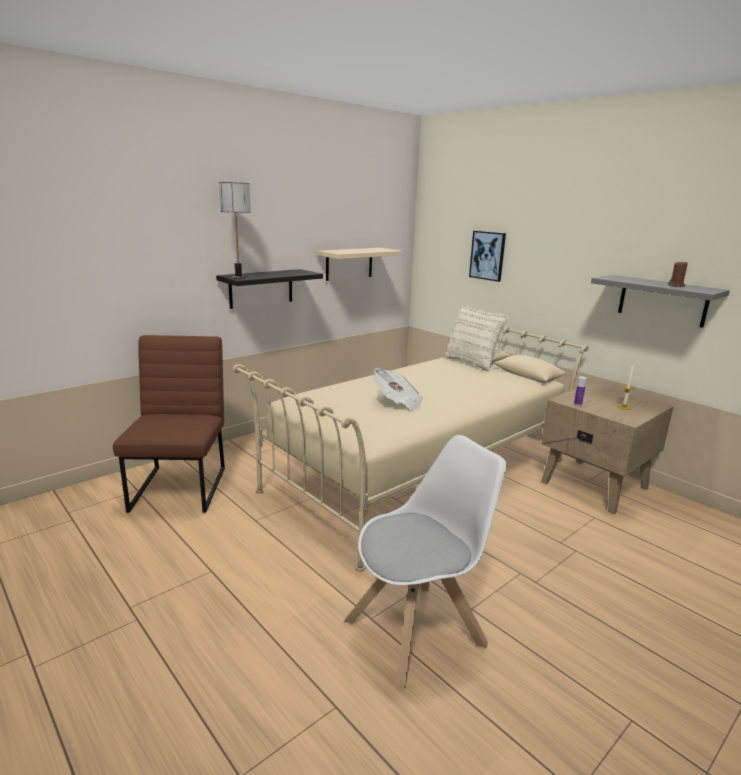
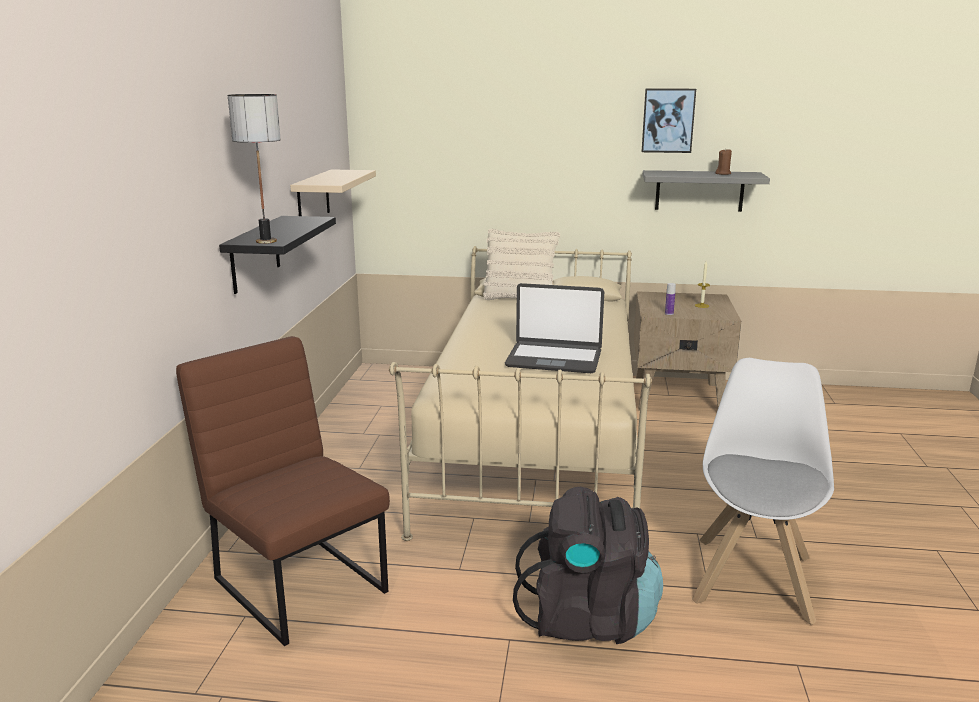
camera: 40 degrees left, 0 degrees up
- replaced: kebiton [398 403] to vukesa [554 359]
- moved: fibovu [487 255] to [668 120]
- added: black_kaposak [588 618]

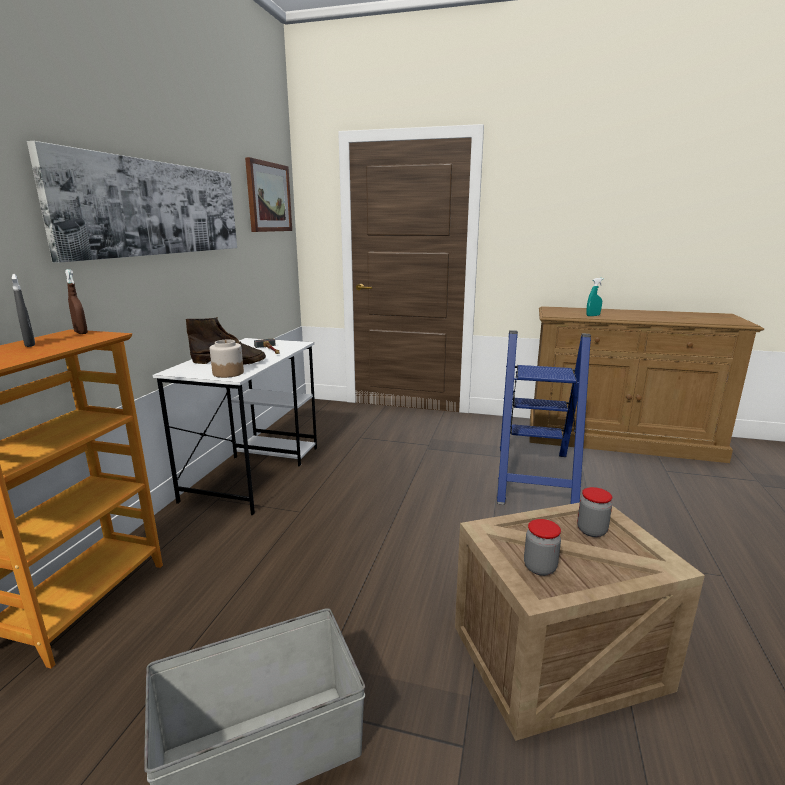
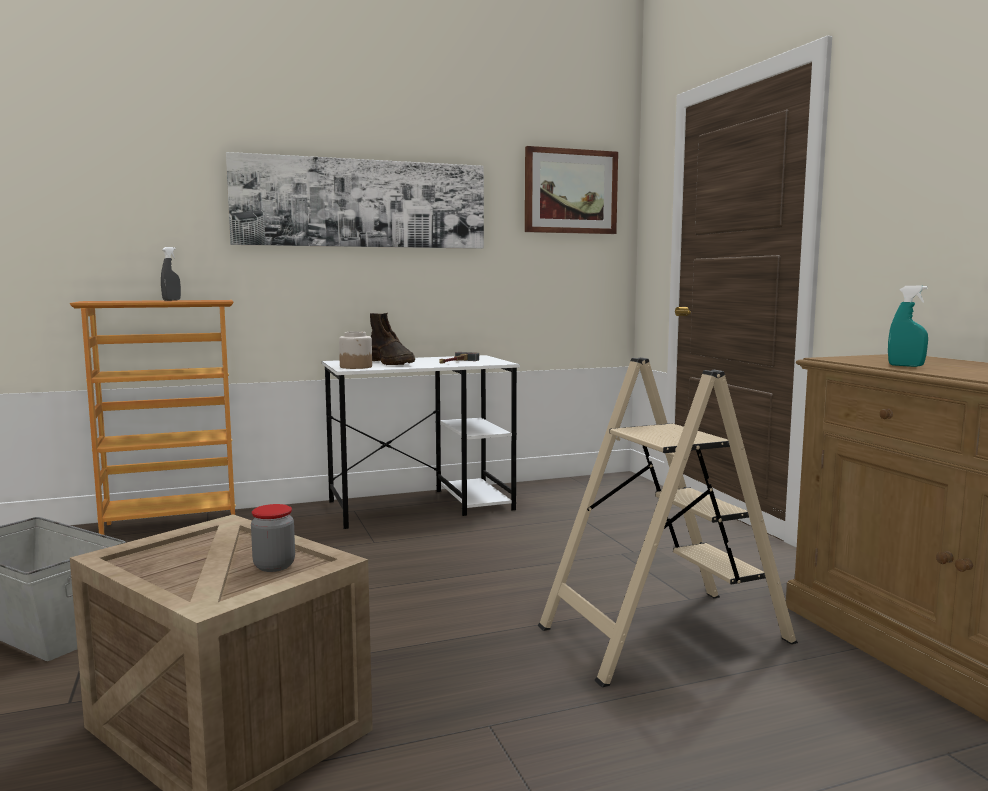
camera: 55 degrees right, 10 degrees down
- removed: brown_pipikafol [81 333]
- recoloured: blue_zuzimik [534 478] to beige_zuzimik [661 634]
- removed: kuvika [540 567]

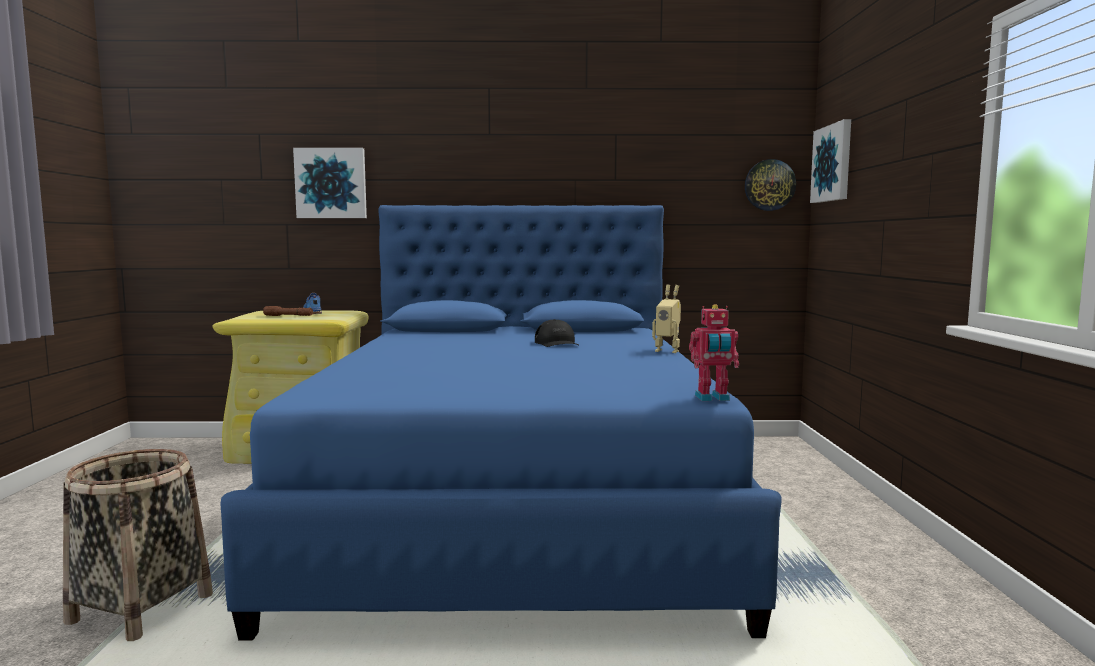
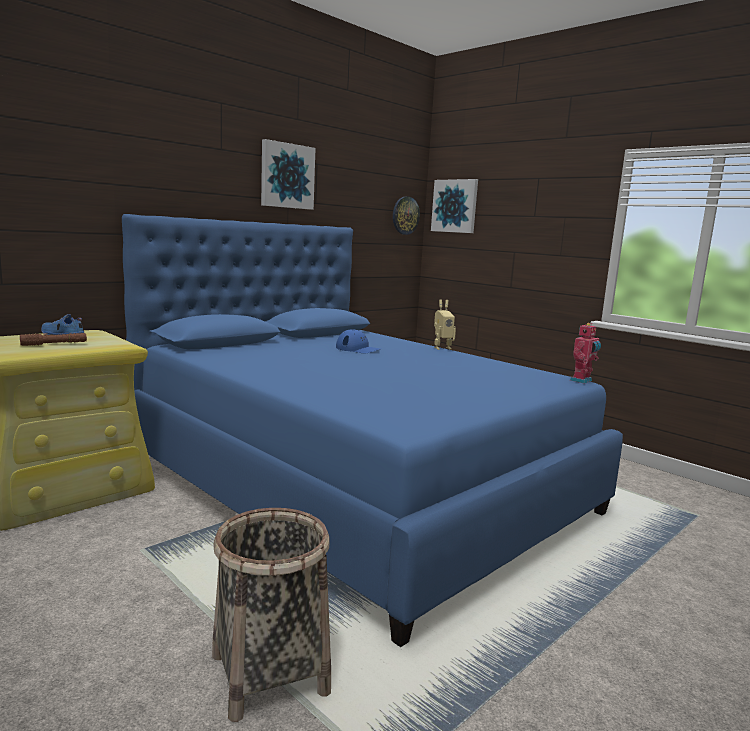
camera: 45 degrees left, 5 degrees up
- moved: fibovu [331 183] to [287 176]
- recoloured: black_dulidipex [557 343] to blue_dulidipex [358 349]

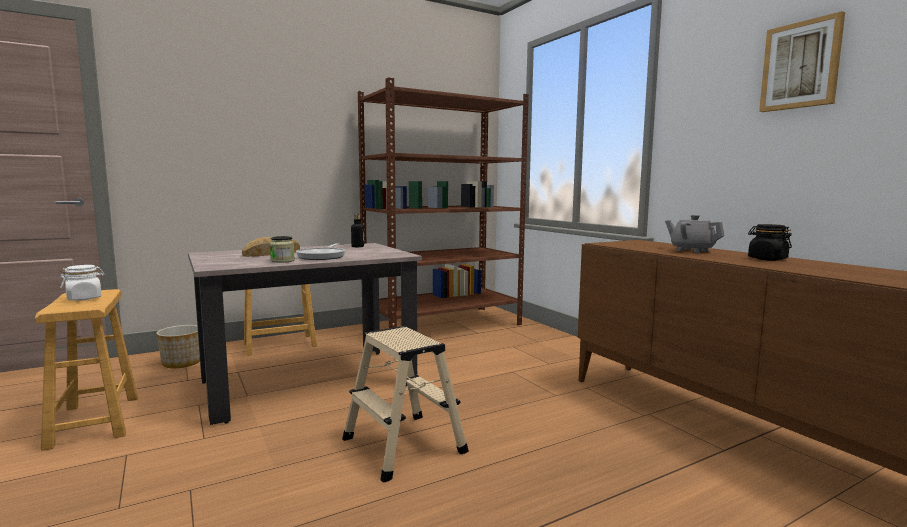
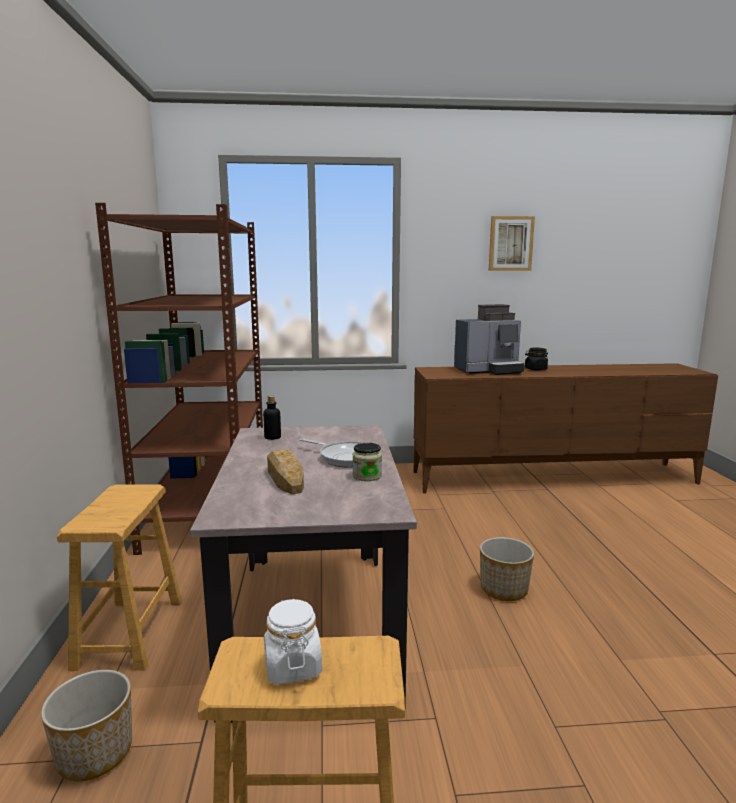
camera: 65 degrees left, 5 degrees up
- replaced: beige_zuzimik [404 445] to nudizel [504 589]
- replaced: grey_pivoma [692 250] to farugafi [489 371]

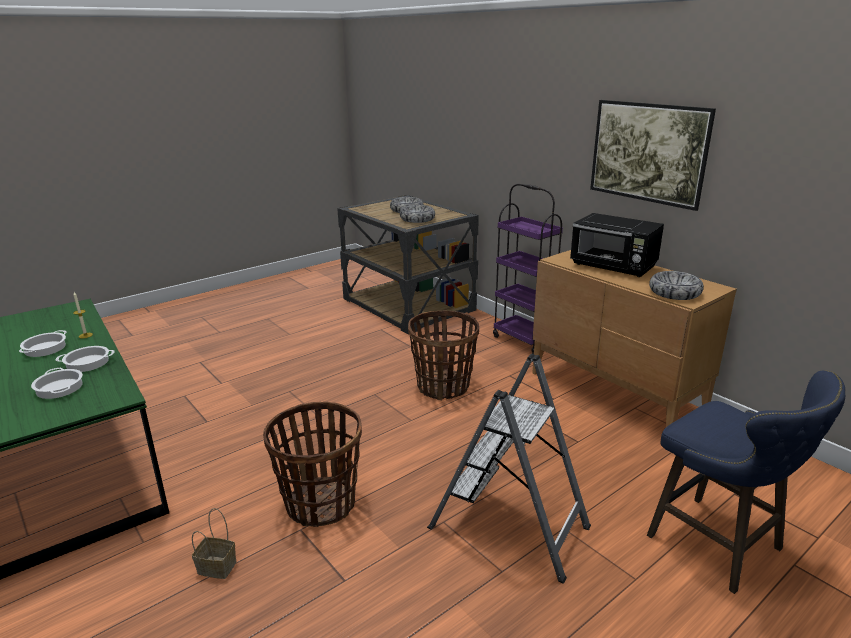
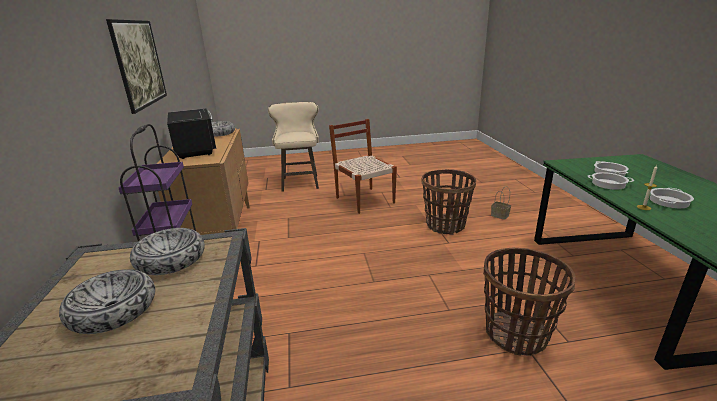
camera: 150 degrees left, 0 degrees up
- moved: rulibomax [443 386] to [516 333]
- replaced: grey_zuzimik [510 527] to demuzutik [364 200]
- recoloured: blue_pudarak [720 546] to beige_pudarak [300 182]

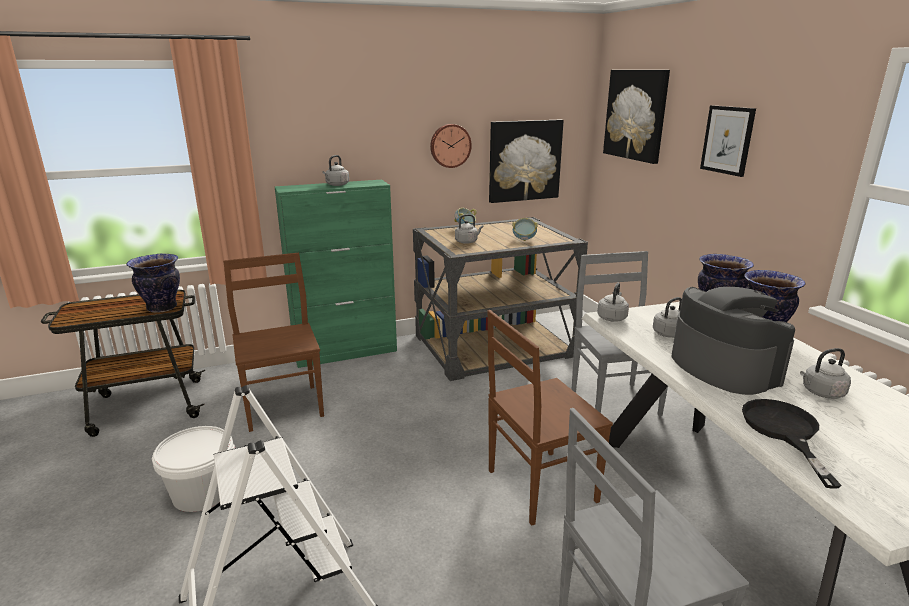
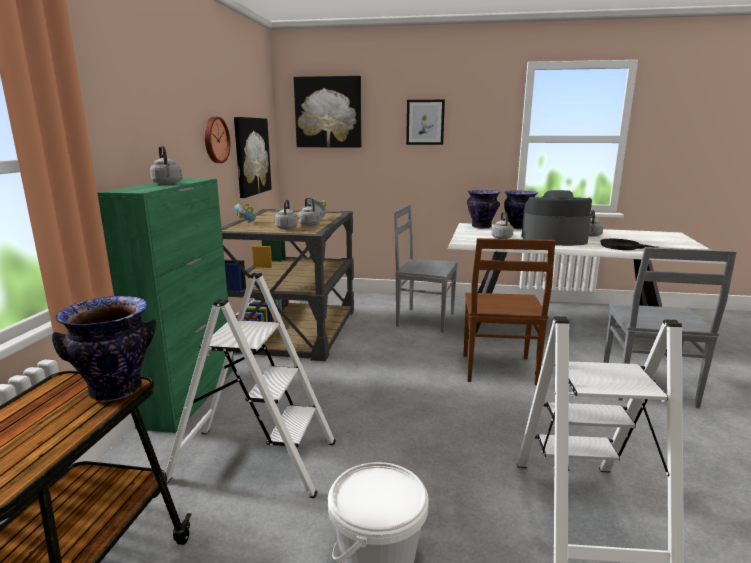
camera: 60 degrees left, 5 degrees down
- replaced: brown_demuzutik [283 406] to white_zuzimik [252 459]
- moved: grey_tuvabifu [612 317] to [309 224]

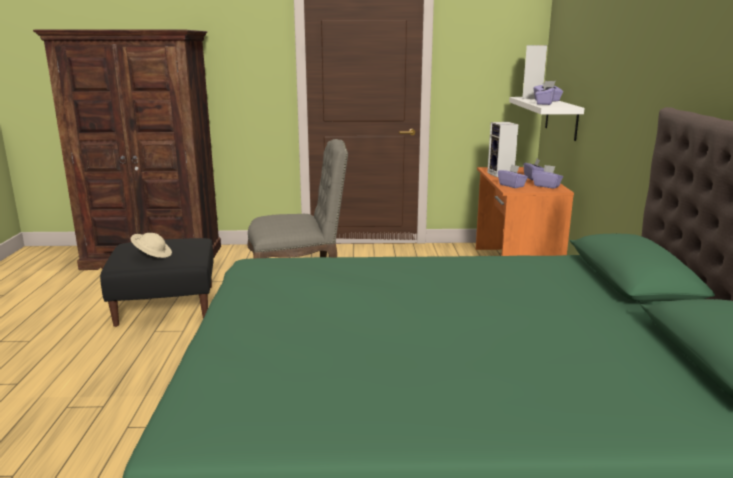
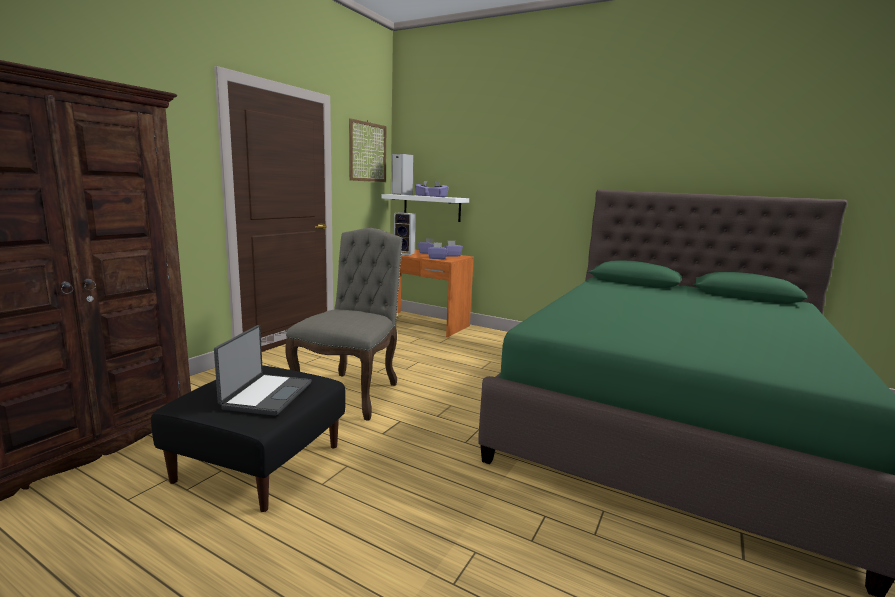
camera: 60 degrees left, 5 degrees down
- replaced: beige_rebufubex [152 255] to vukesa [266 395]
- added: fibovu [367 151]

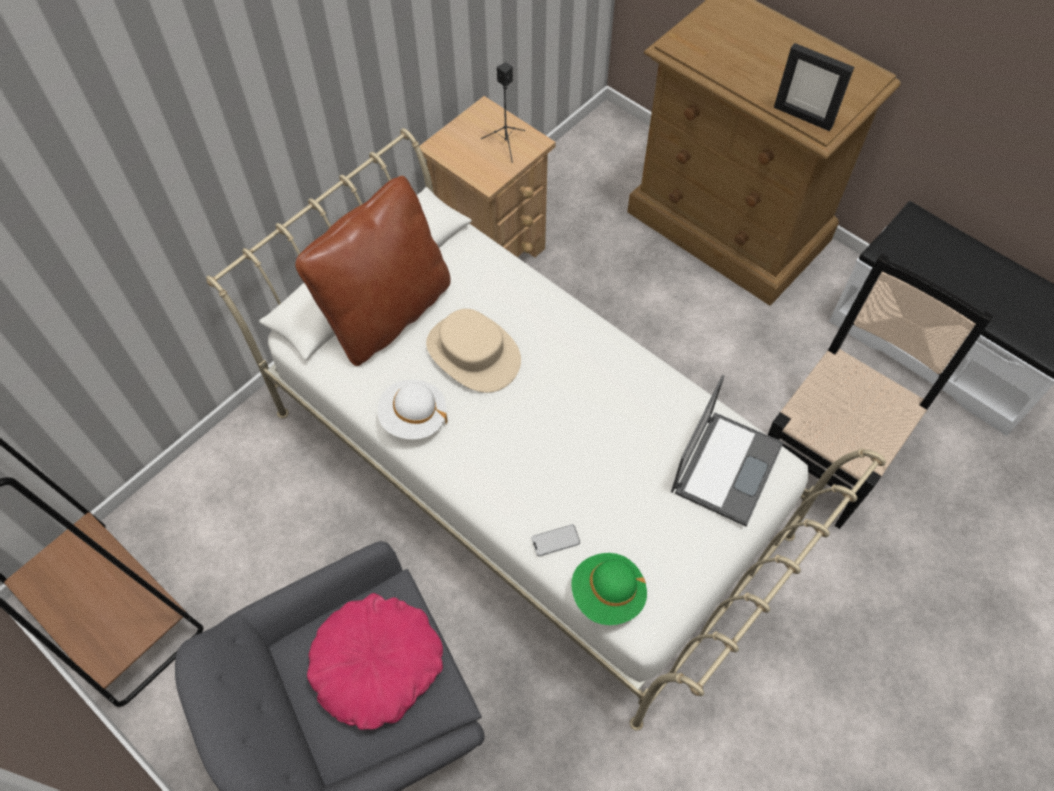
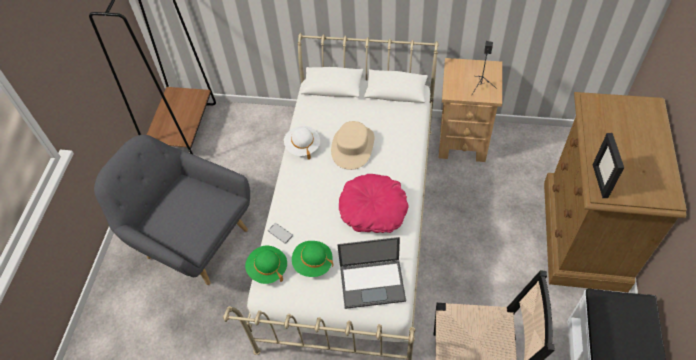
camera: 60 degrees right, 5 degrees down
- removed: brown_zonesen [387 312]
- moved: pink_zonesen [376 663] to [373 209]
- added: green_rebufubex [313 263]

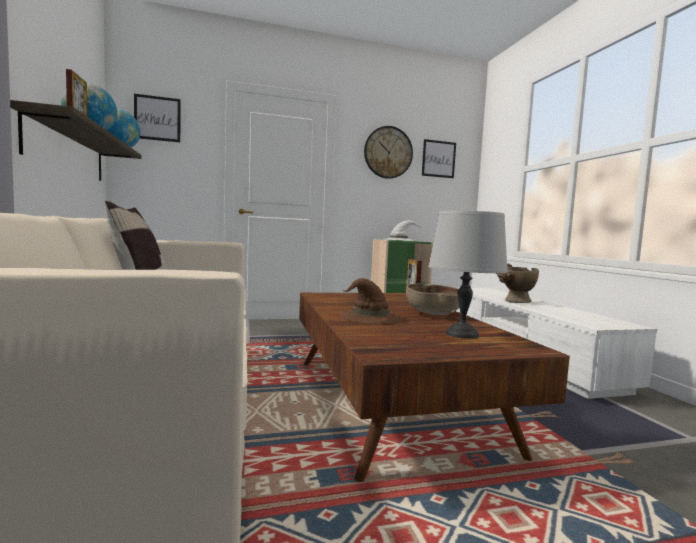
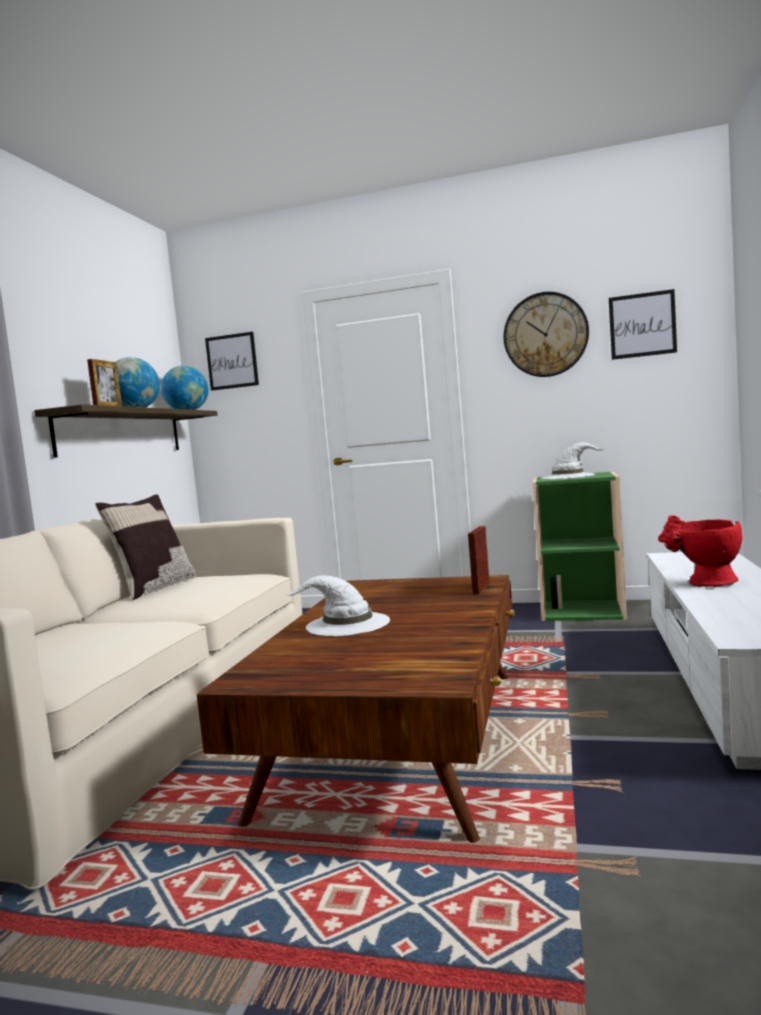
camera: 30 degrees right, 0 degrees up
- recoloured: brown_rebufubex [370 317] to white_rebufubex [346 624]
- removed: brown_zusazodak [433 313]
- removed: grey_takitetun [461 334]
- recoloured: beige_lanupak [514 301] to red_lanupak [704 584]

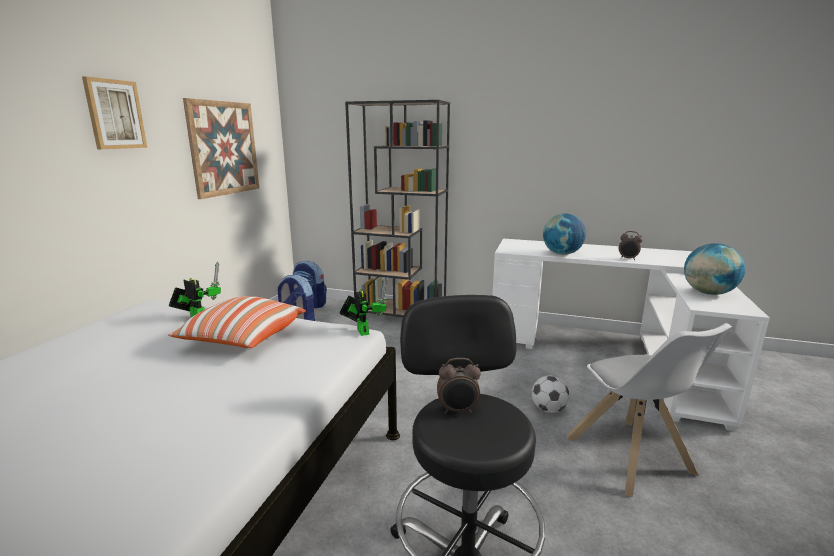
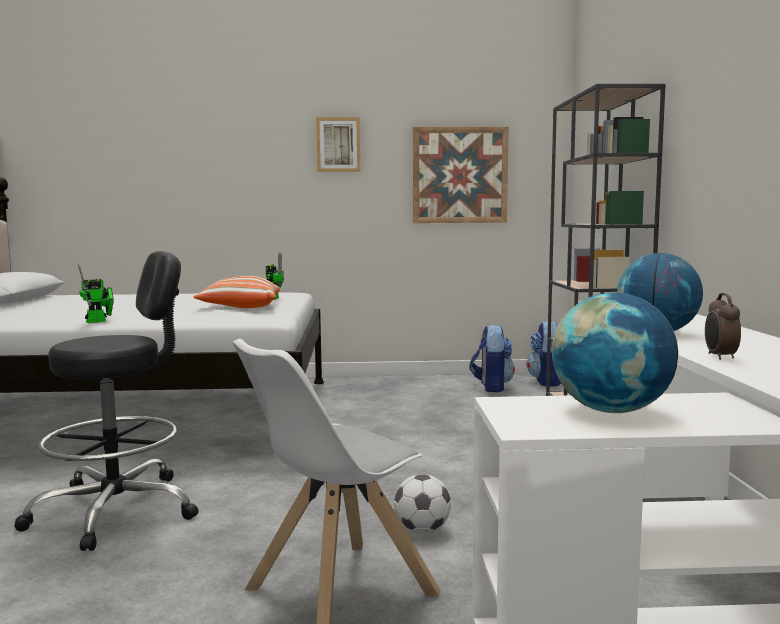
camera: 70 degrees right, 10 degrees down
- moved: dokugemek [362 330] to [99 321]
- removed: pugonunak [458 410]

